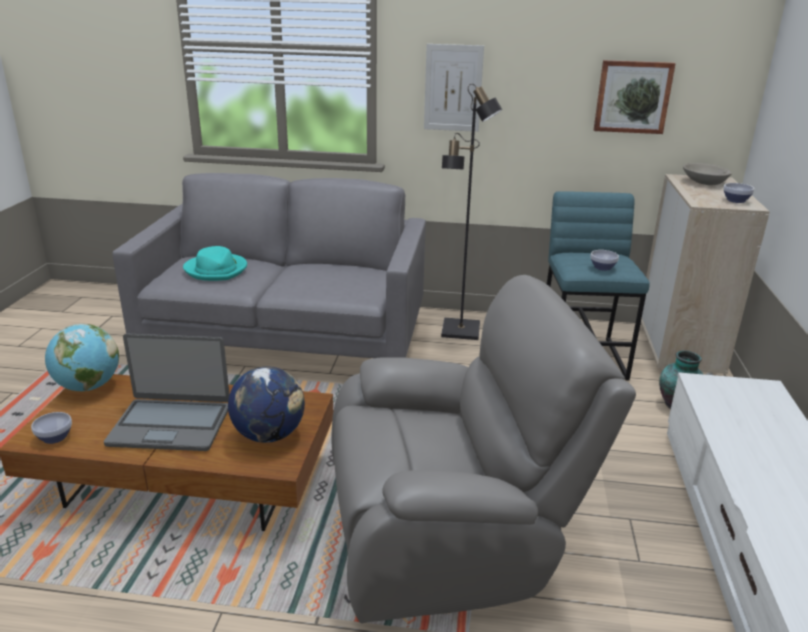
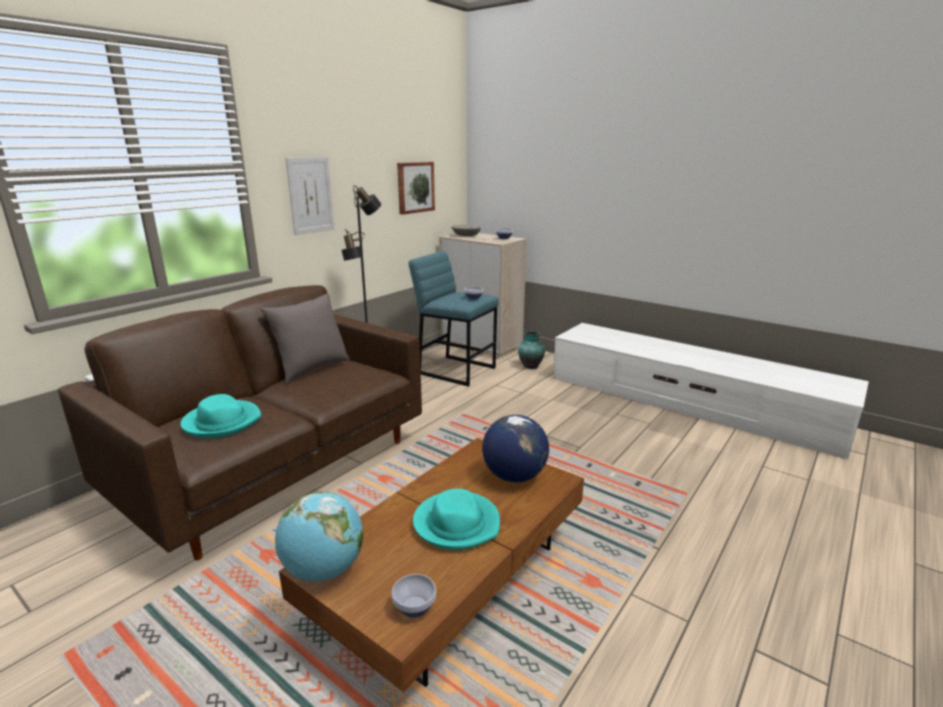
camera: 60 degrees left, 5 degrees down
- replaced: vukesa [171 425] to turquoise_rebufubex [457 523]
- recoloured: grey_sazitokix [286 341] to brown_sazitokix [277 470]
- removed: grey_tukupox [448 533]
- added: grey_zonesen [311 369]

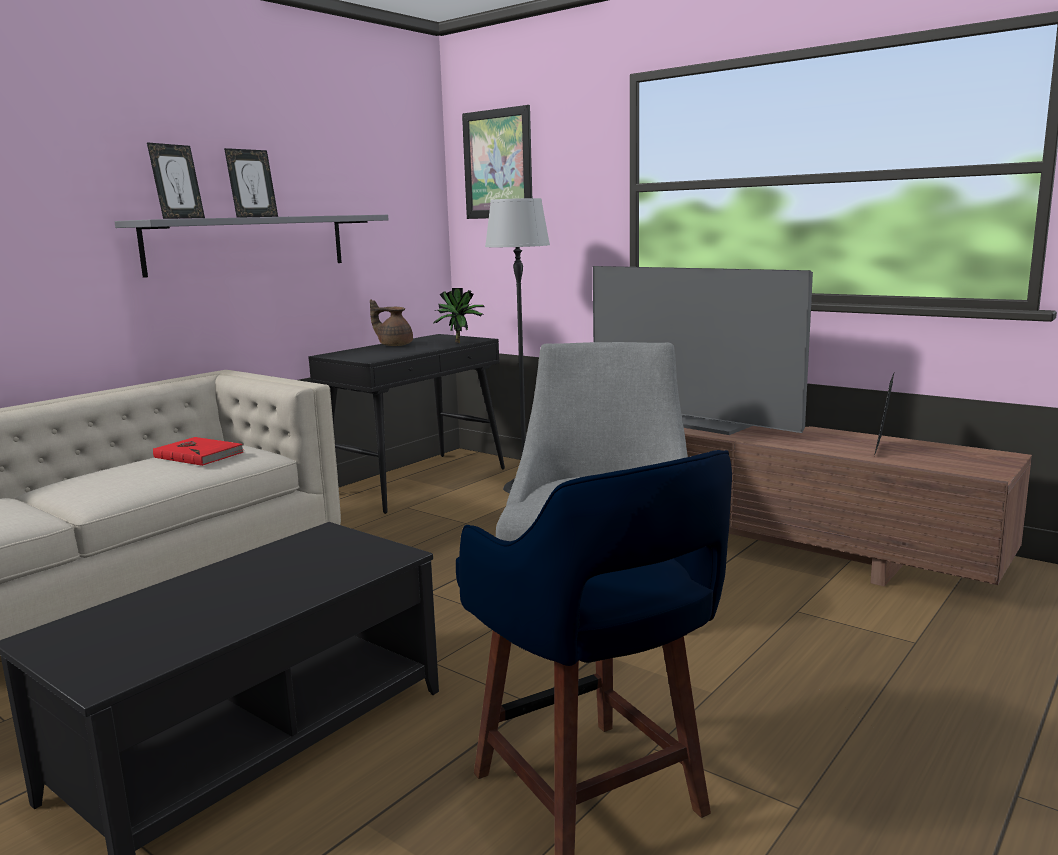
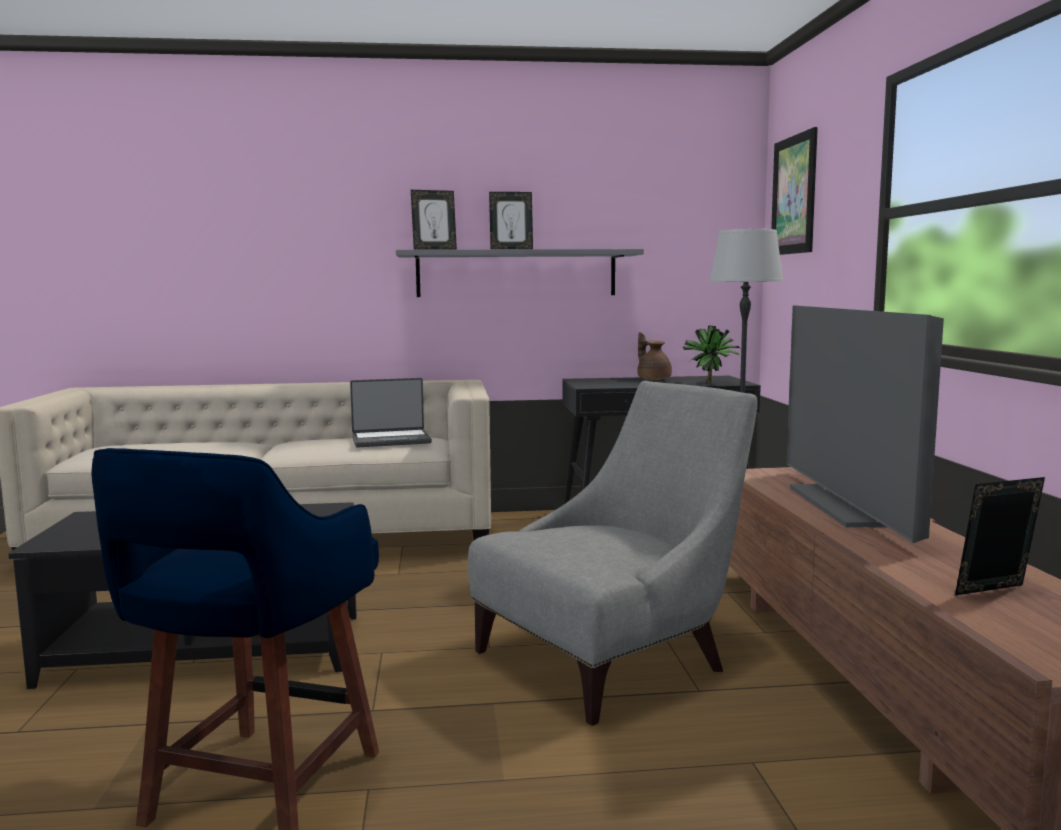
camera: 45 degrees right, 5 degrees down
- replaced: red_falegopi [199 454] to vukesa [391 440]

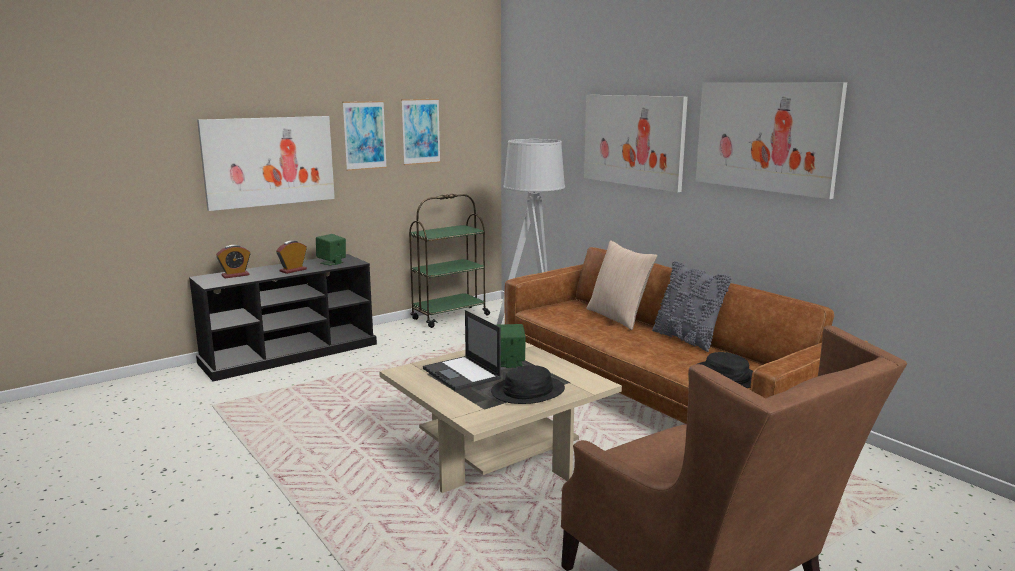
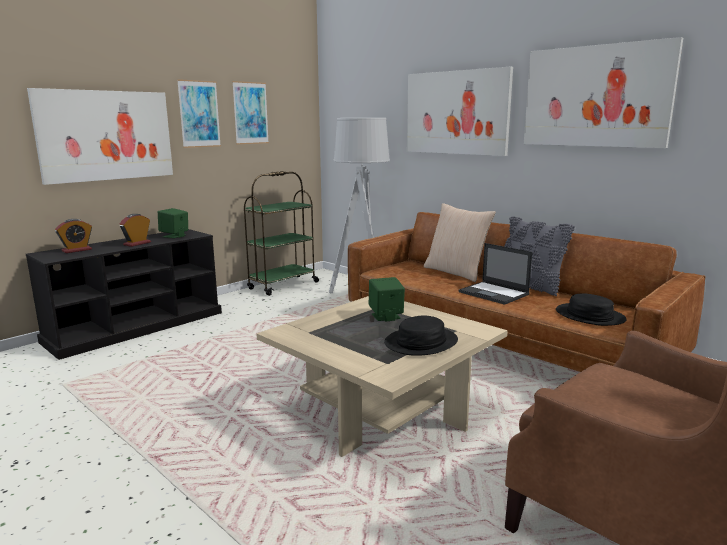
camera: 10 degrees left, 0 degrees up
- moved: vukesa [462 374] to [494 293]

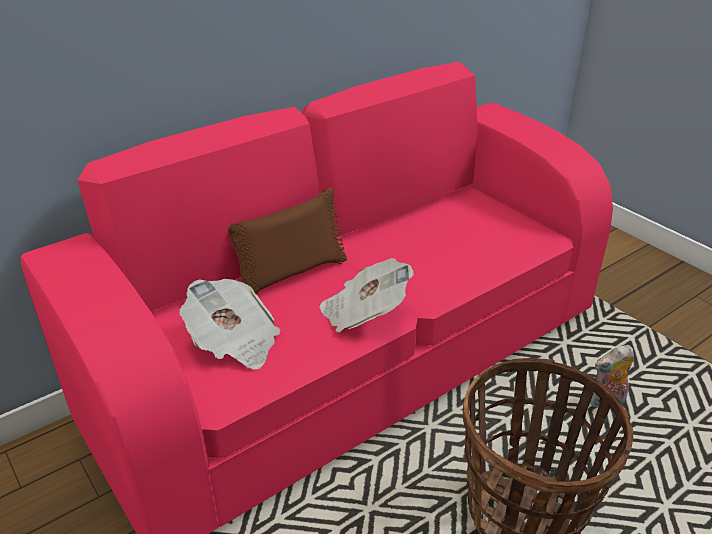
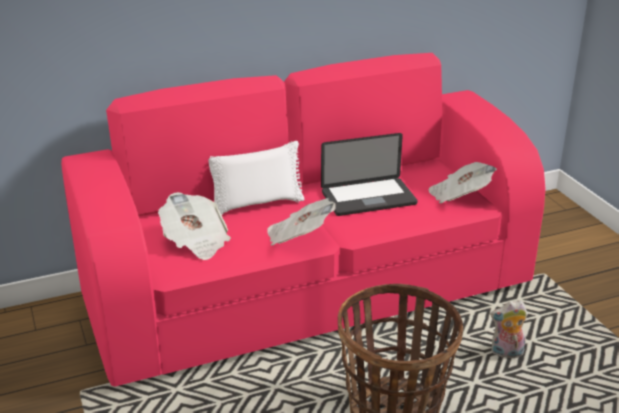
camera: 15 degrees right, 5 degrees down
- recoloured: brown_zonesen [290 274] to white_zonesen [256 204]
- added: vukesa [368 198]
- added: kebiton [460 196]

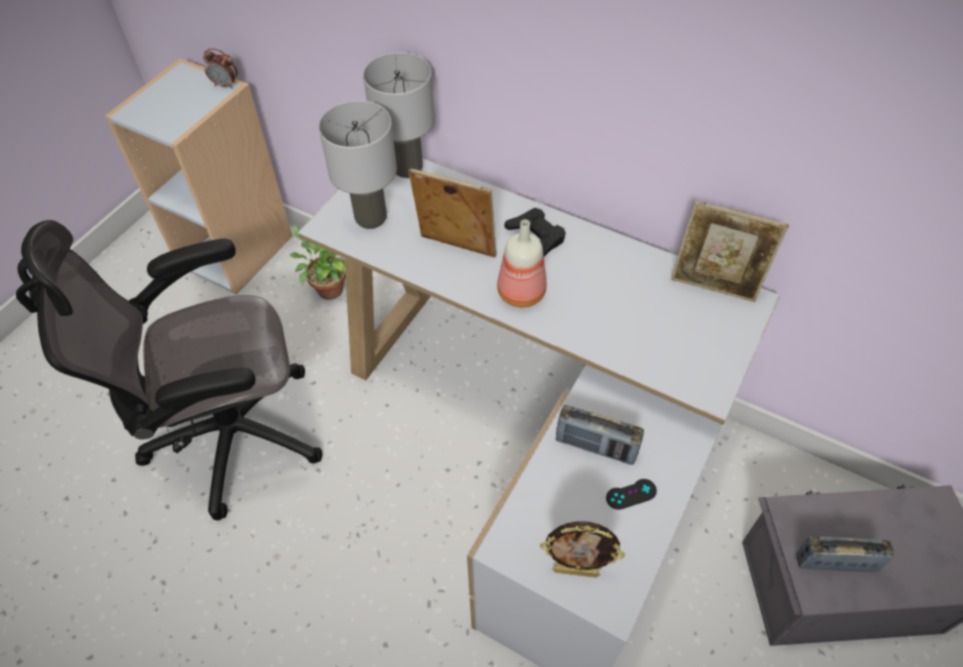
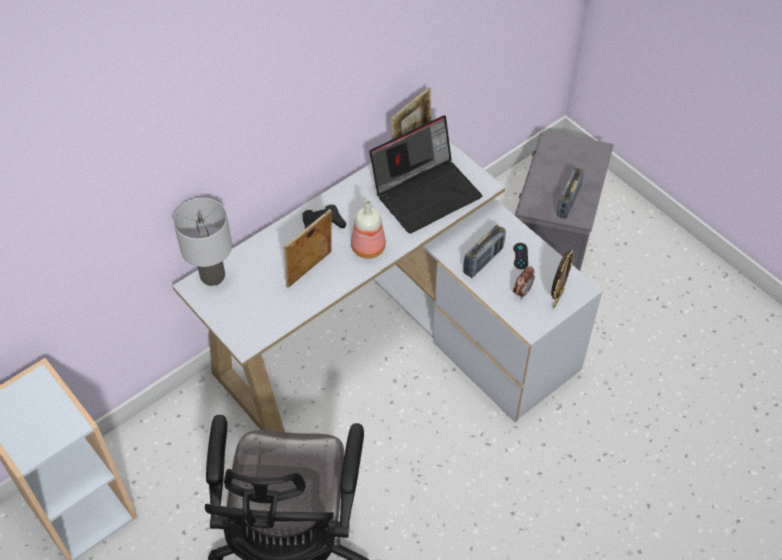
camera: 70 degrees left, 0 degrees up
- moved: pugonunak [225 85] to [522 292]
- removed: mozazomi [327 289]
- removed: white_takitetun [370 220]
- added: vukesa [426 192]

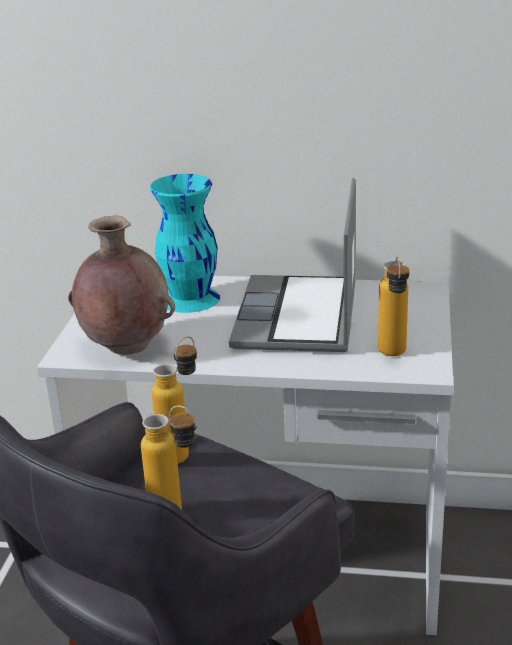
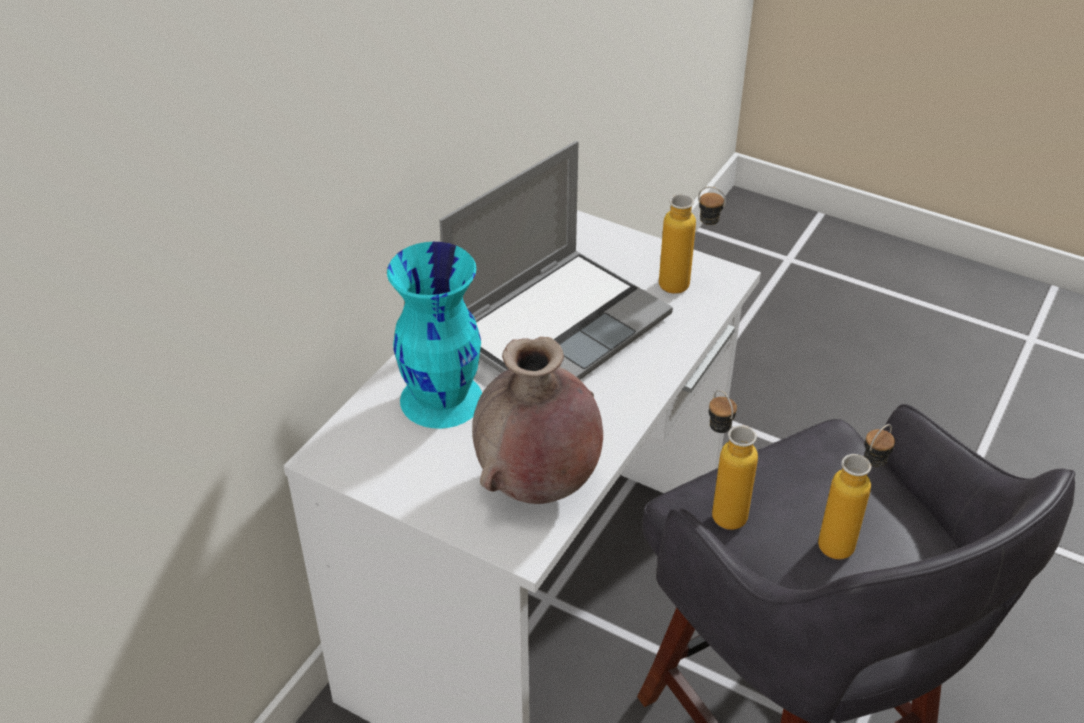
camera: 70 degrees left, 15 degrees up
- turned: vukesa [299 318] = [559 325] 75 degrees counterclockwise

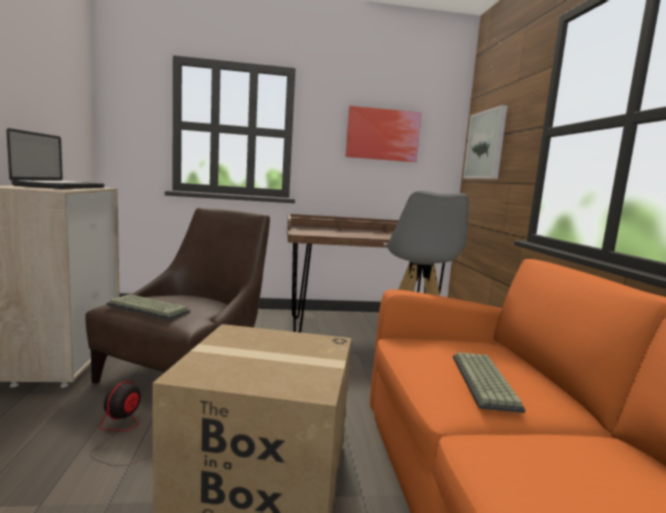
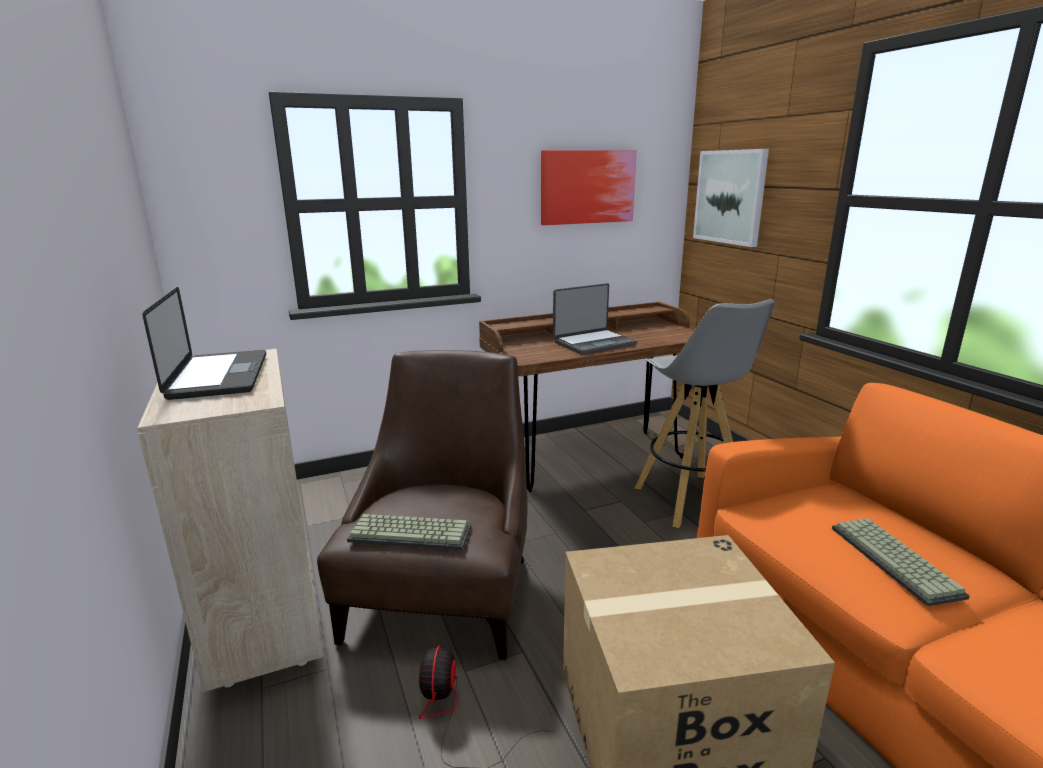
camera: 15 degrees left, 10 degrees up
- added: vukesa [593 343]

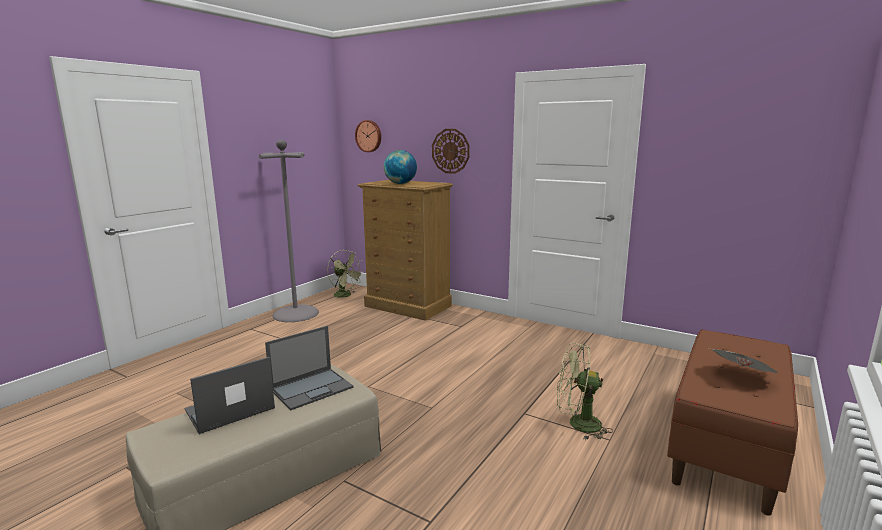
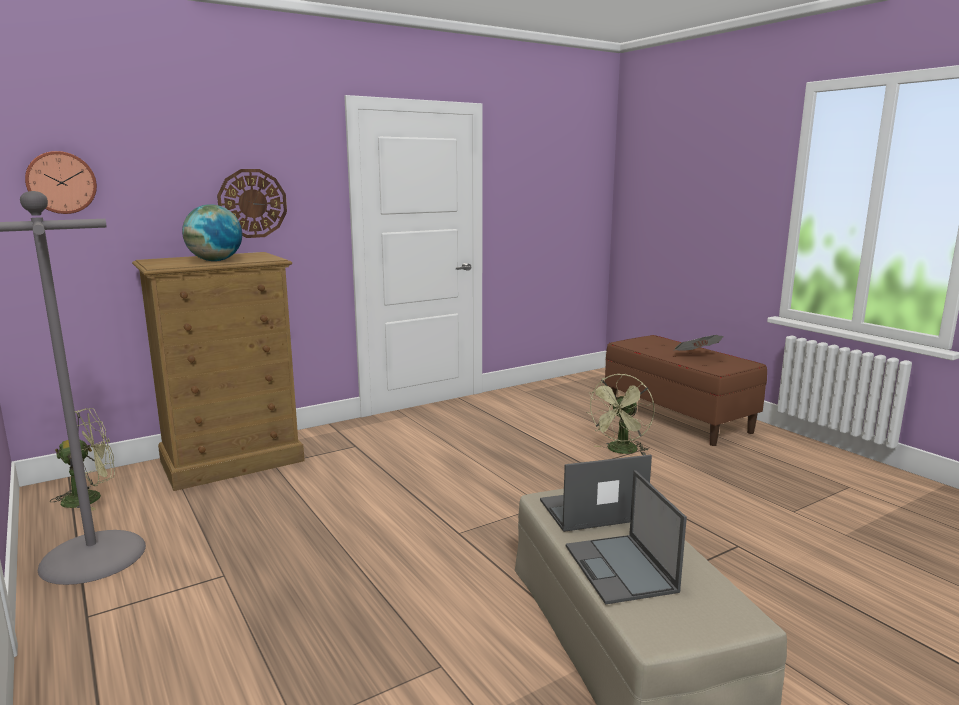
camera: 65 degrees left, 0 degrees up
- turned: vukesa [312 388] = [591 510] 90 degrees counterclockwise

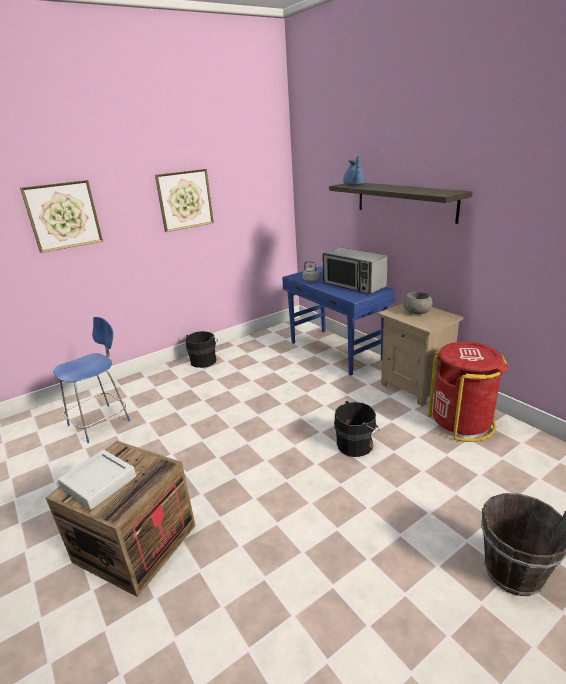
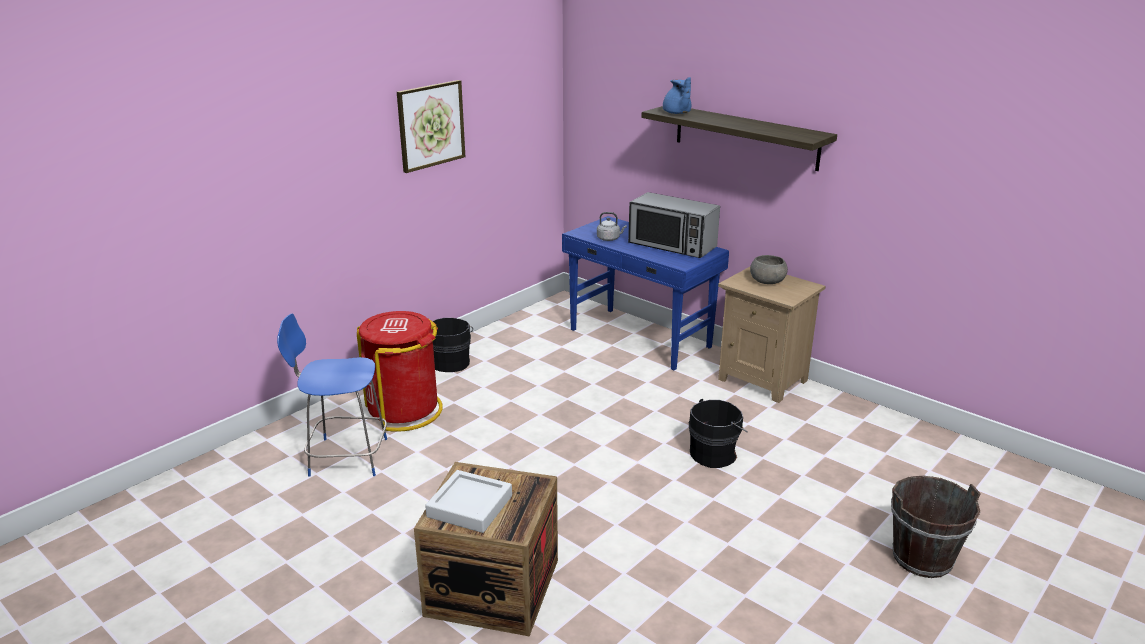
camera: 15 degrees left, 0 degrees up
- removed: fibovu [63 216]
- turned: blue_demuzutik [101 422] = [345 457] 120 degrees counterclockwise
- moved: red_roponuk [462 422] to [404 410]

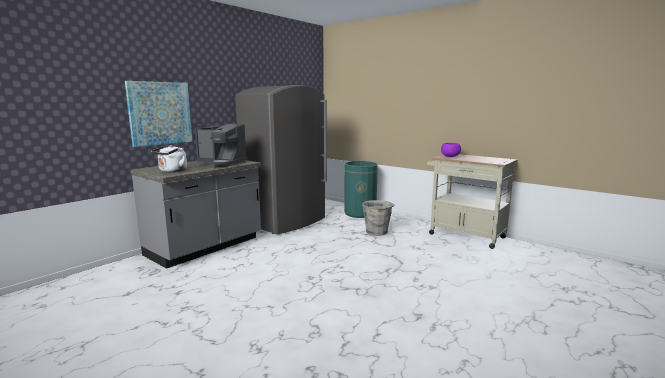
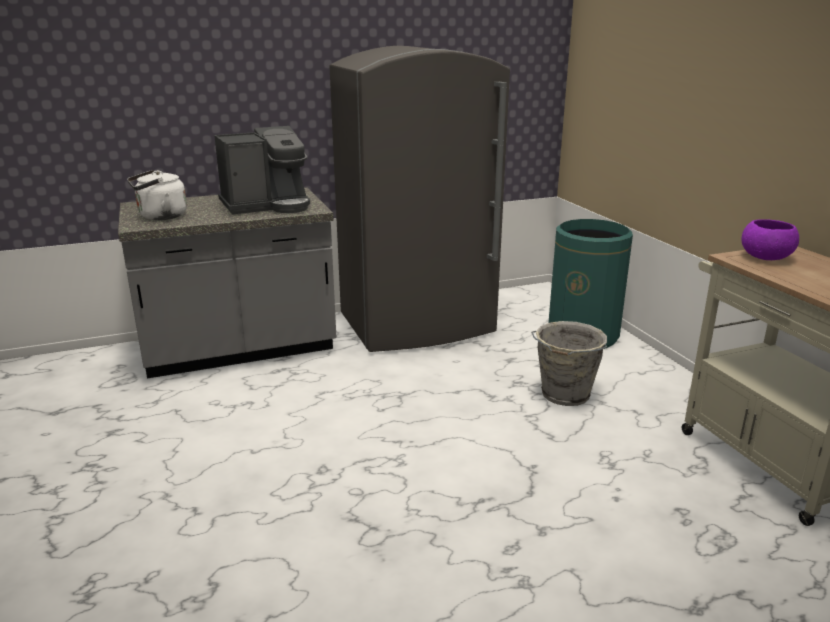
camera: 30 degrees right, 10 degrees up
- removed: fibovu [160 113]
- turned: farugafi [222 163] = [267 206] 75 degrees counterclockwise

